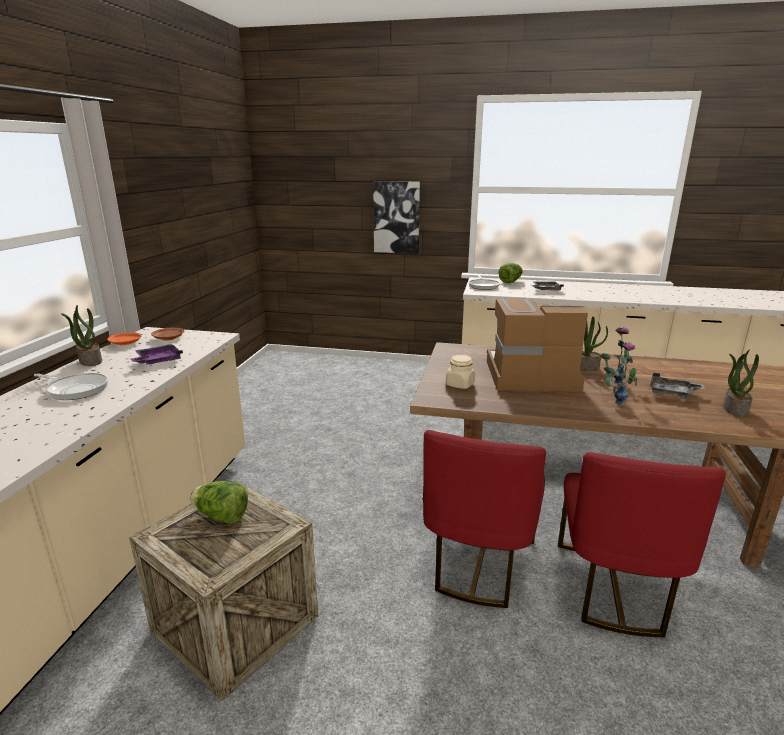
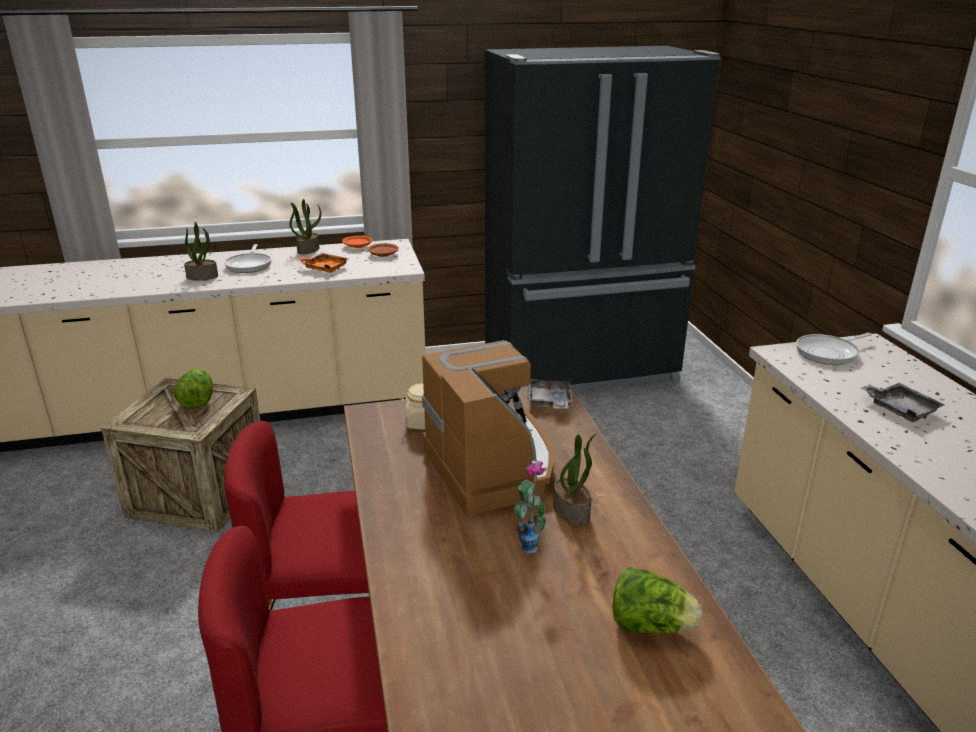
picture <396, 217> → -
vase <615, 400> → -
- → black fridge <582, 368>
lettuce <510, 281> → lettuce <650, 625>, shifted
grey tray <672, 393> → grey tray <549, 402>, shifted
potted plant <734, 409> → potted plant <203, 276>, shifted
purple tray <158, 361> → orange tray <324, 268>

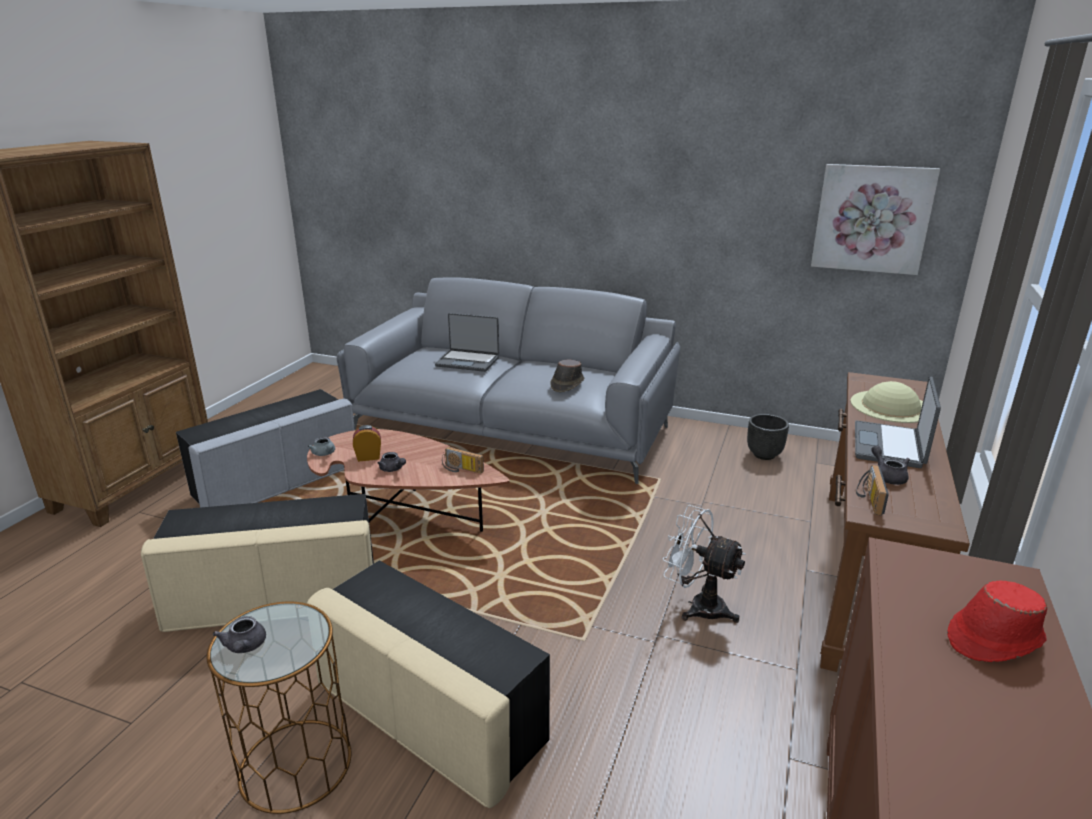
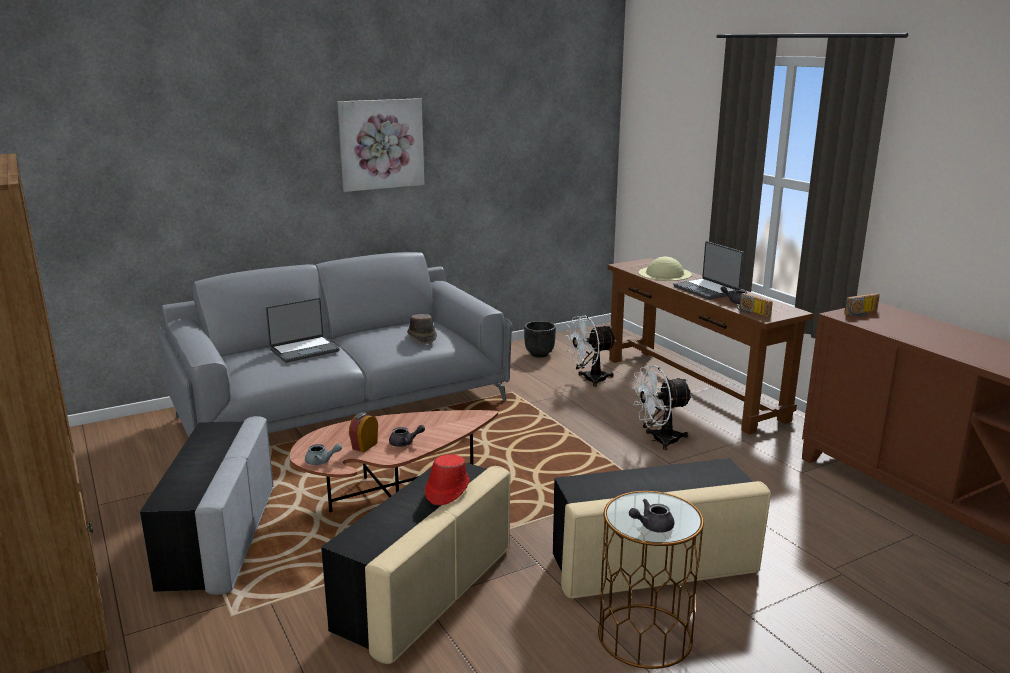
- → white fan <589, 380>
radio <461, 469> → radio <862, 314>, shifted
picture <872, 219> → picture <381, 144>, shifted
red hat <993, 638> → red hat <447, 490>, shifted
grey teapot <244, 647> → grey teapot <652, 526>, 135 degrees clockwise

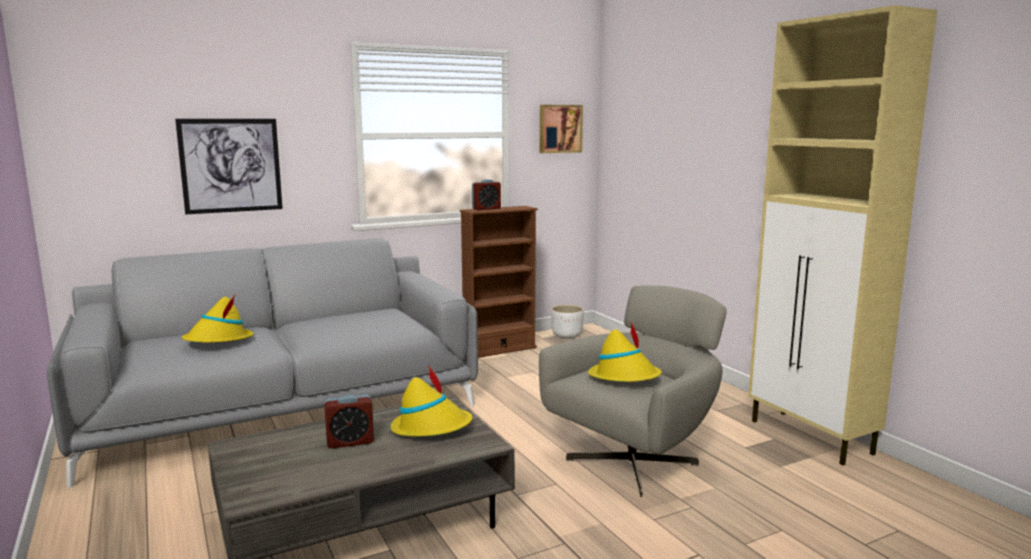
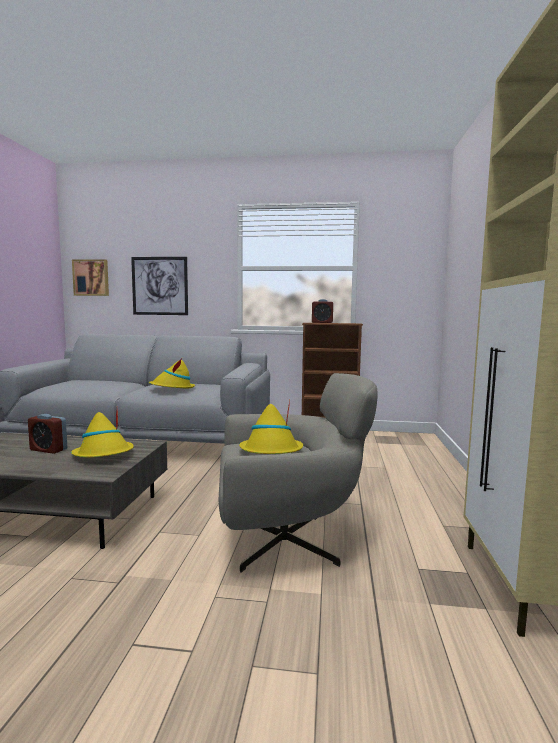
white planter <566, 336> → -
yellow hat <218, 341> → yellow hat <172, 388>, shifted
picture <559, 129> → picture <91, 277>, shifted

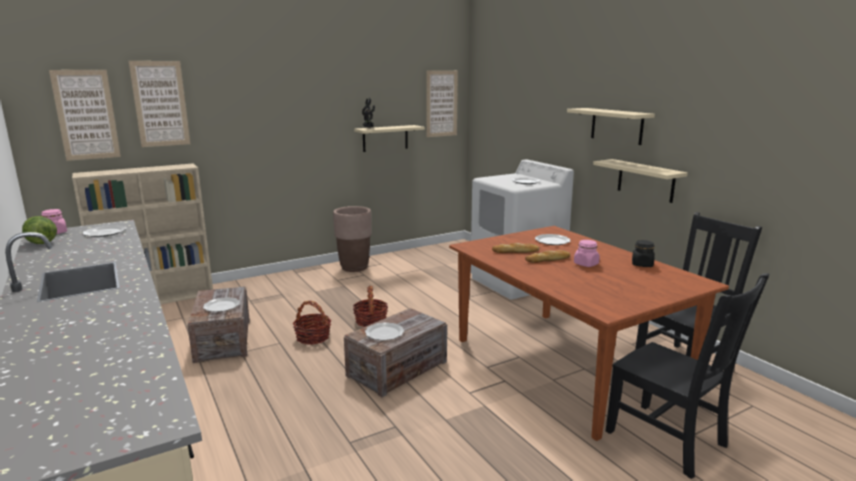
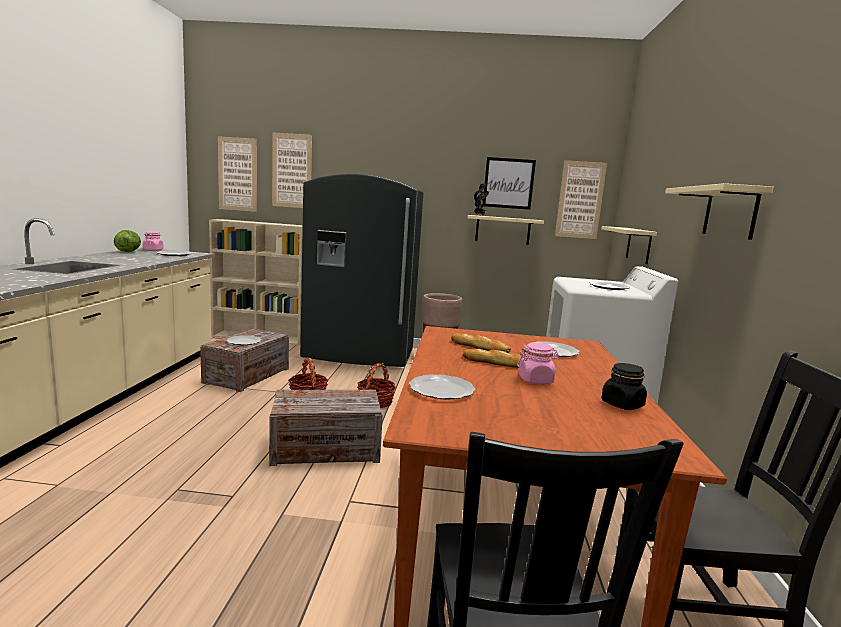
- → grey fridge <359, 354>
- → picture <508, 183>
plate <384, 333> → plate <440, 390>, shifted
beige shelf <645, 180> → beige shelf <638, 245>, shifted

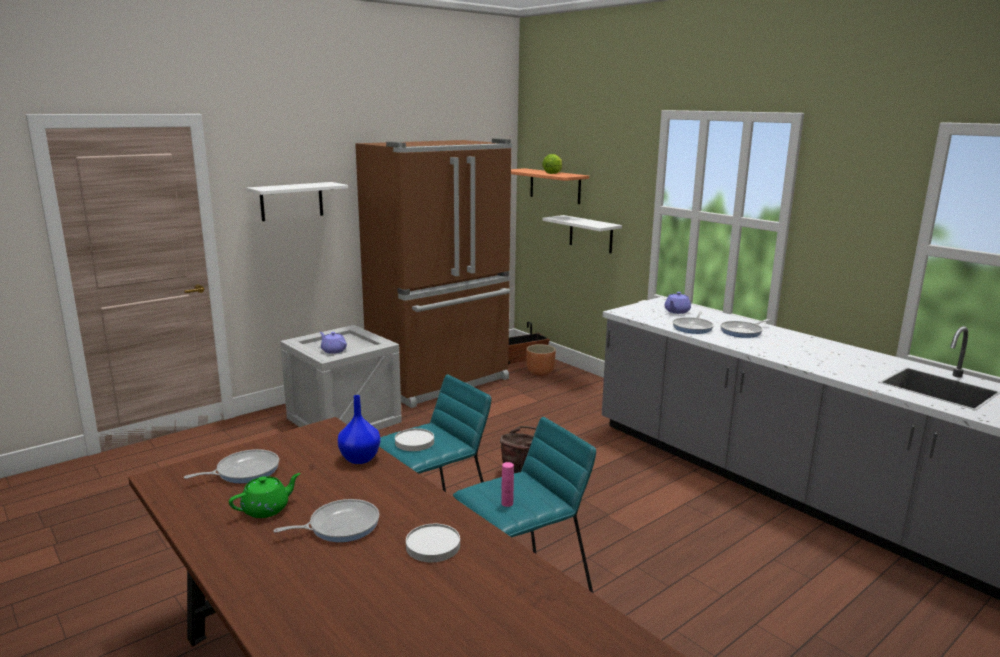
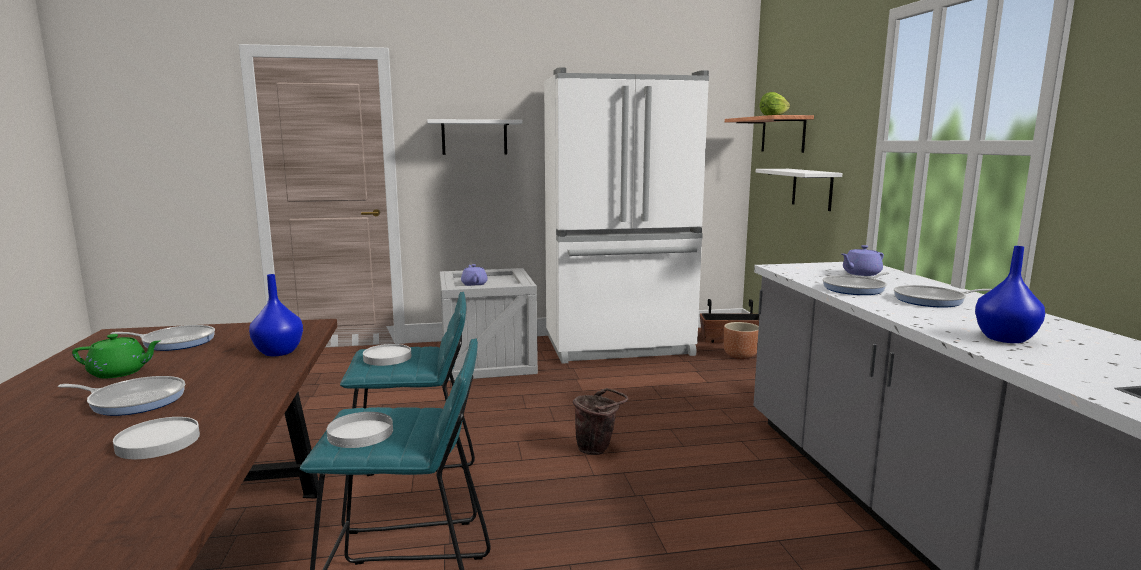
- → blue vase <1003, 339>
pink bottle <507, 503> → white plate <361, 433>
brown fridge <441, 382> → white fridge <620, 347>

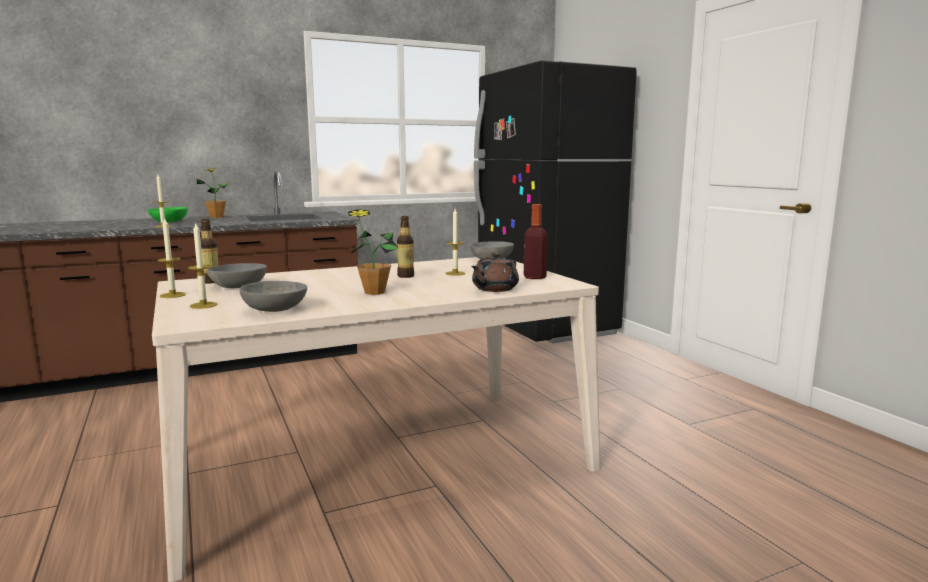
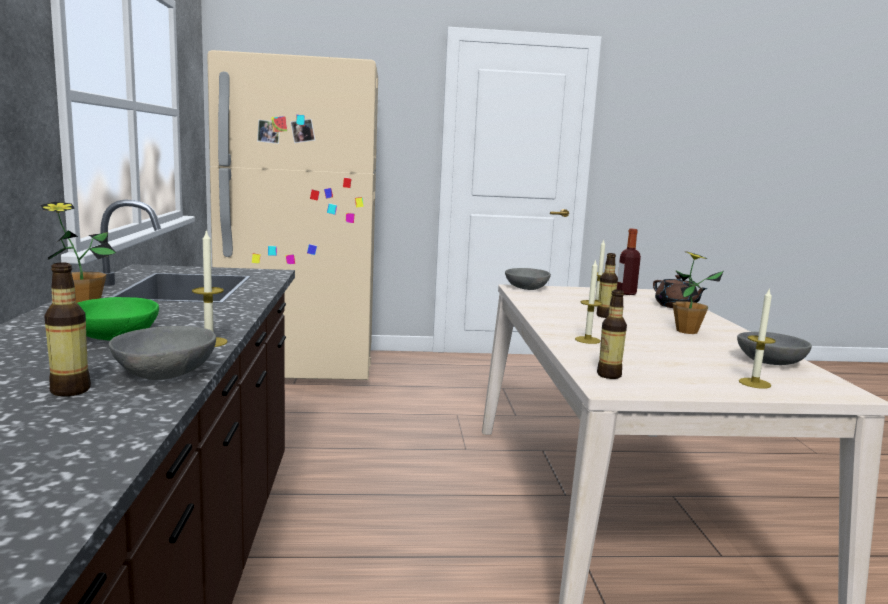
- → bottle <70, 390>
candle <172, 295> → candle <587, 340>, shifted
grey bowl <239, 287> → grey bowl <164, 373>, shifted
black fridge <545, 326> → beige fridge <300, 367>

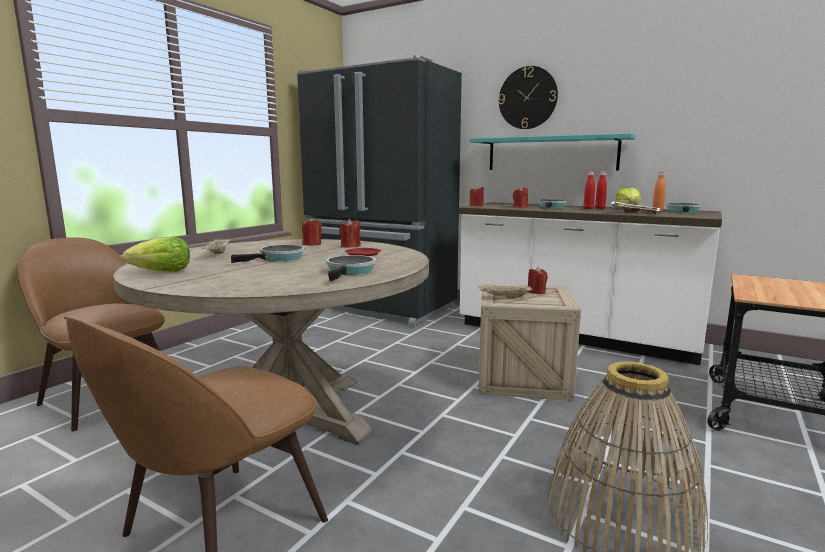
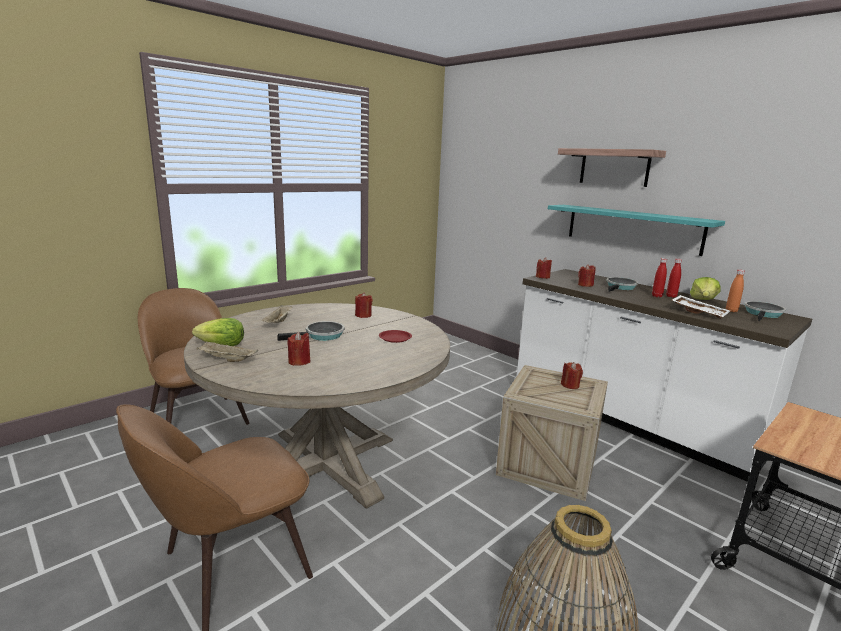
black fridge <381, 307> → -
frying pan <350, 271> → -
red candle <350, 246> → red candle <299, 362>, shifted
beige tray <504, 298> → beige tray <226, 359>, shifted
wall clock <527, 98> → shelf <614, 167>

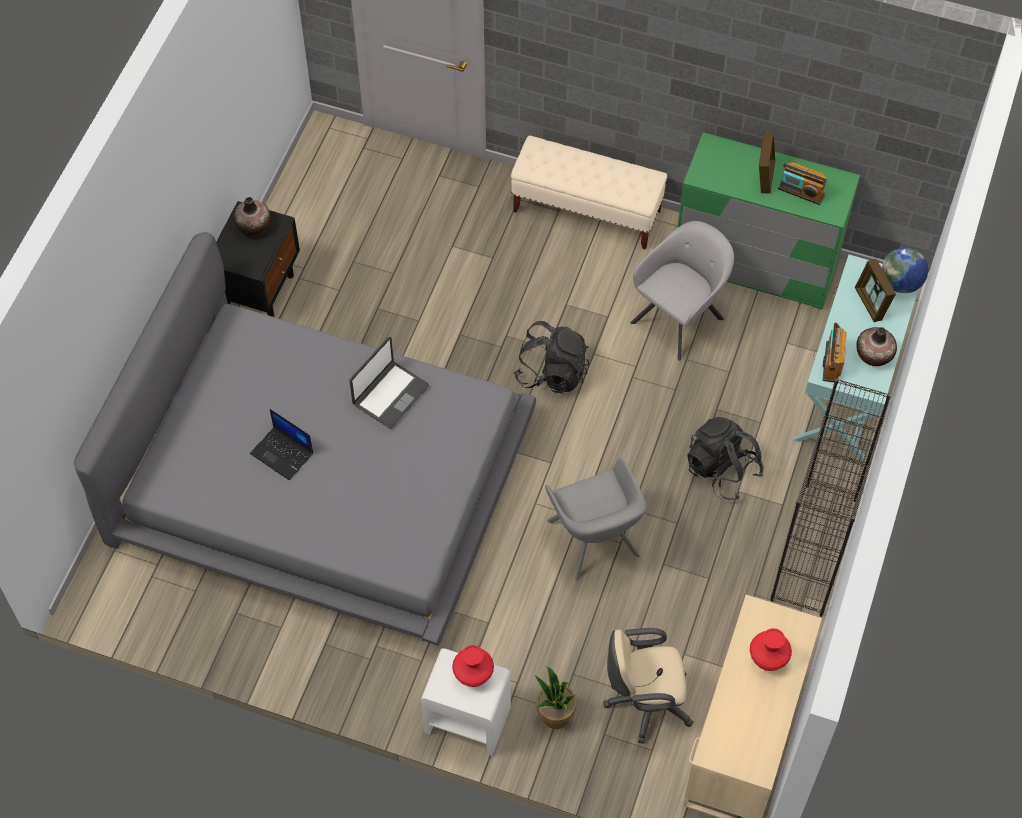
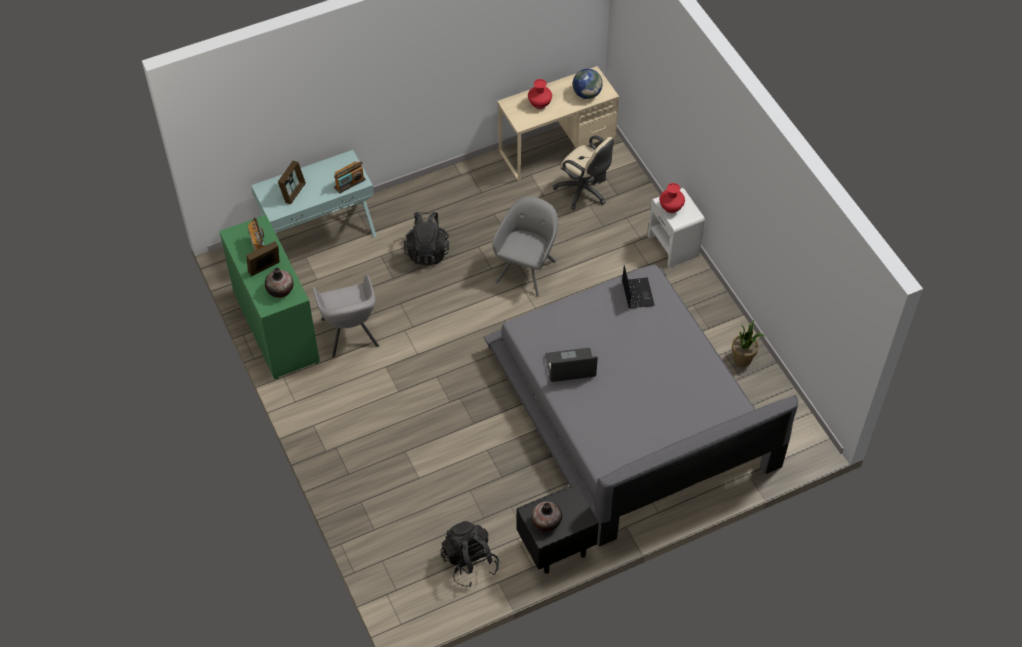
beige bench <587, 211> → -
black bookcase <814, 550> → -
laptop <283, 453> → laptop <637, 293>, shifted
black backpack <552, 372> → black backpack <469, 562>, shifted
potted plant <555, 716> → potted plant <742, 359>, shifted
vase <873, 355> → vase <280, 290>, shifted
globe <900, 283> → globe <587, 94>, shifted
grey armchair <680, 317> → grey armchair <350, 335>, 105 degrees counterclockwise

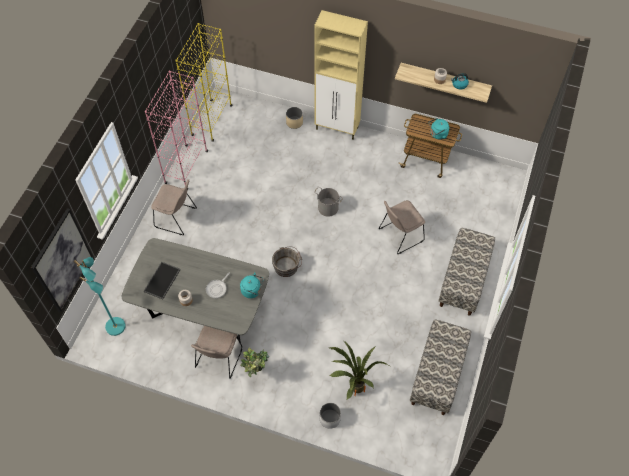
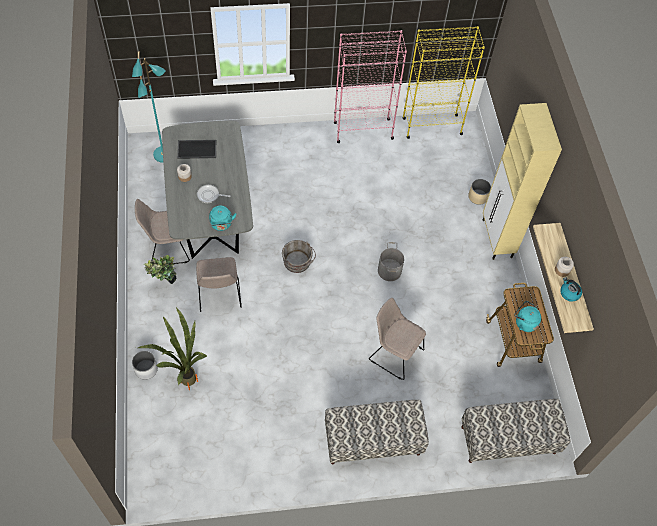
picture <62, 261> → -
beige chair <177, 218> → beige chair <219, 295>, shifted
bench <437, 375> → bench <508, 440>, shifted

